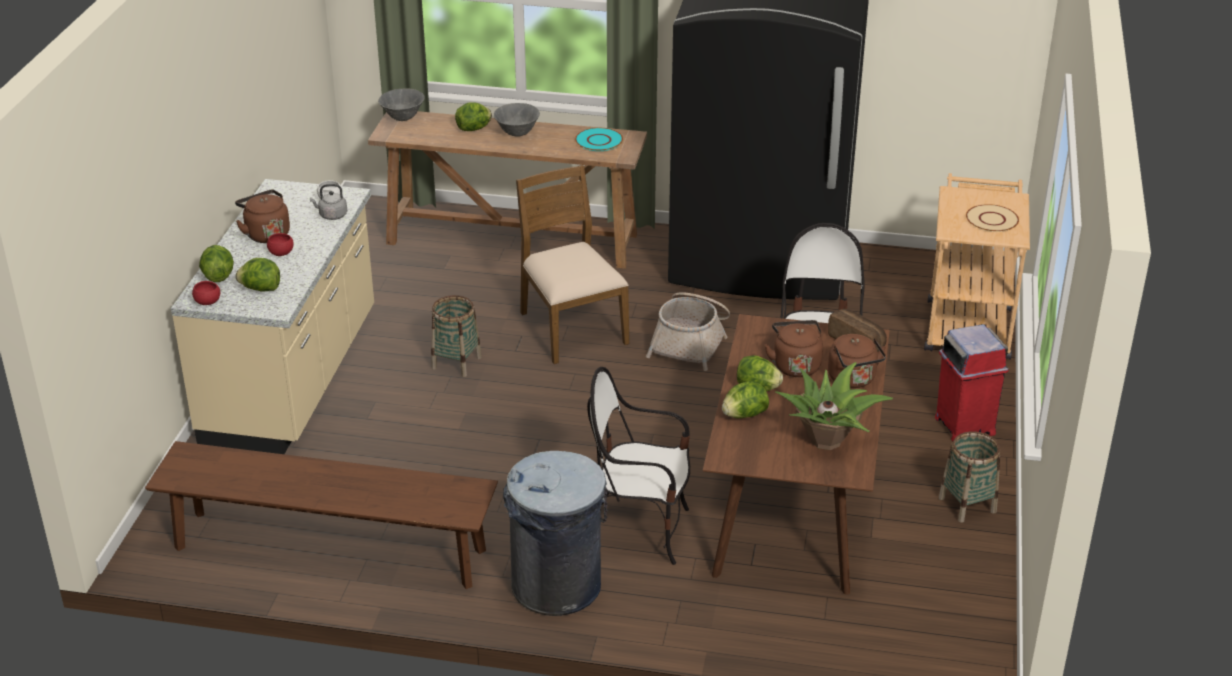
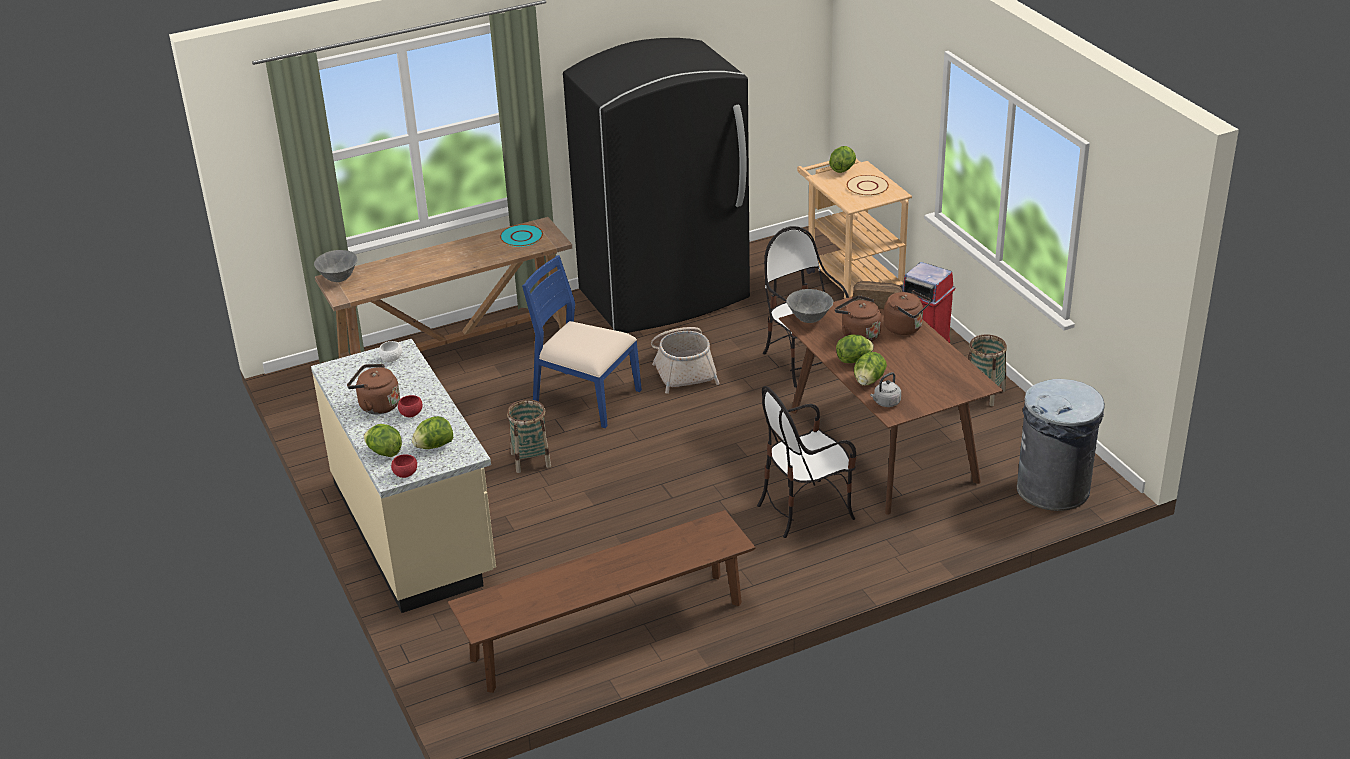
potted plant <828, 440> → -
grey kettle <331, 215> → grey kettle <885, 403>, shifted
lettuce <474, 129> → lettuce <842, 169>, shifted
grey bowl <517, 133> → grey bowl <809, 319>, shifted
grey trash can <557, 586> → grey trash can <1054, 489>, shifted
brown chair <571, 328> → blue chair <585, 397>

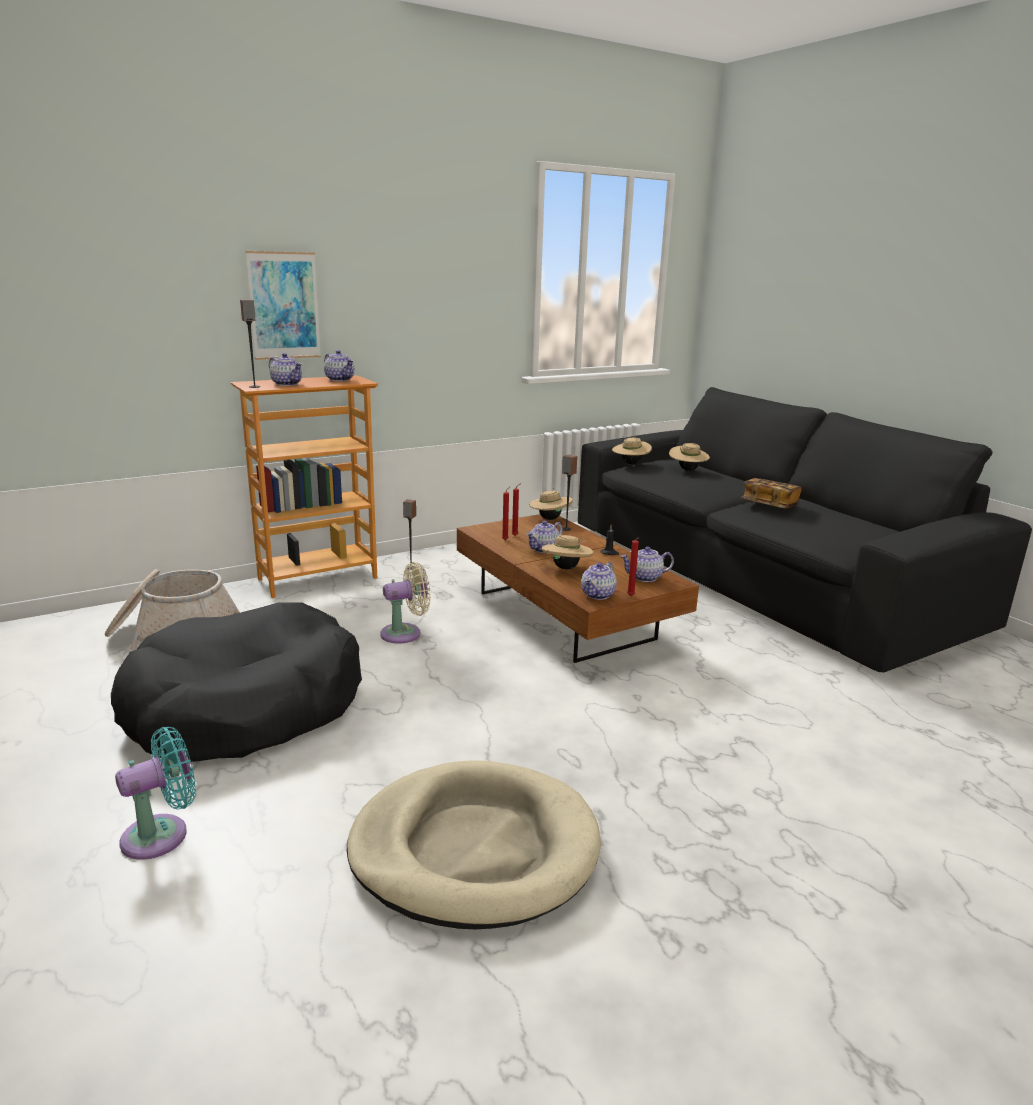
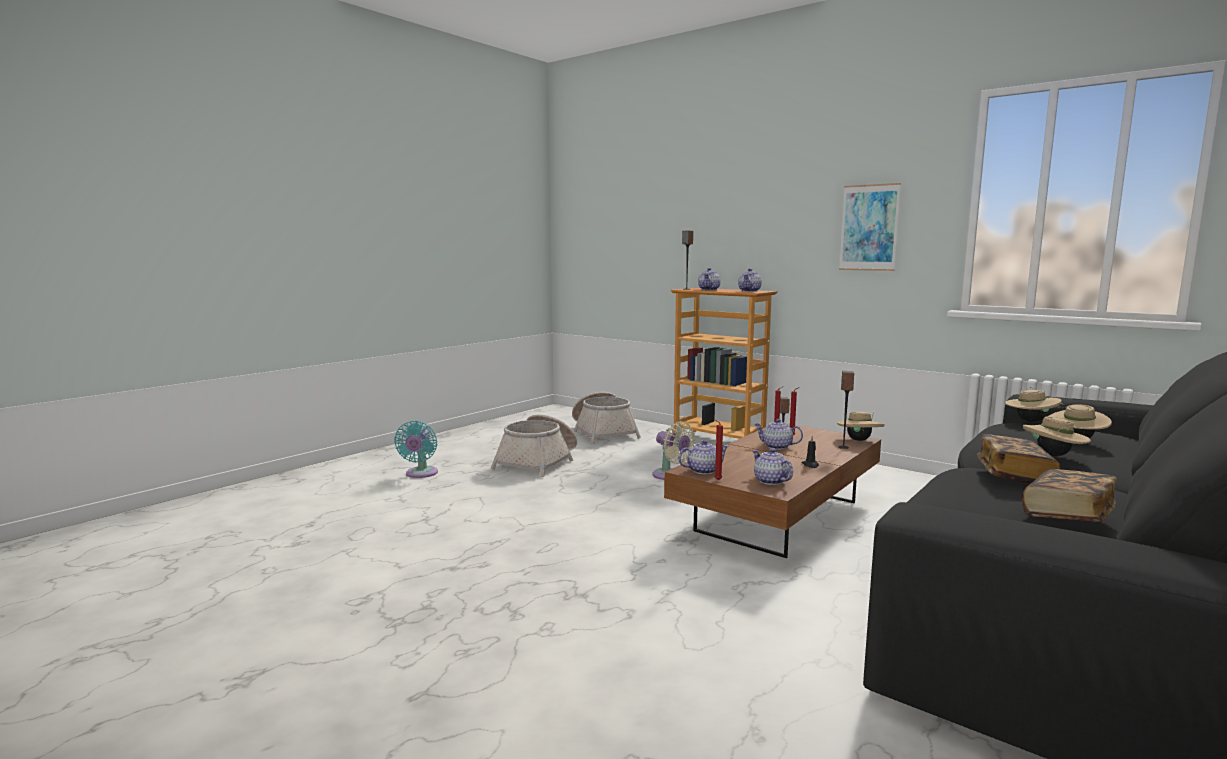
beige dog bed <474, 849> → -
- → book <1067, 515>
picture <284, 306> → picture <869, 227>, shifted
beige hat <566, 568> → beige hat <1053, 455>, shifted
black dog bed <245, 707> → basket <539, 462>
turquoise fan <162, 834> → turquoise fan <420, 474>, 60 degrees clockwise
teapot <598, 595> → teapot <703, 470>, 150 degrees clockwise

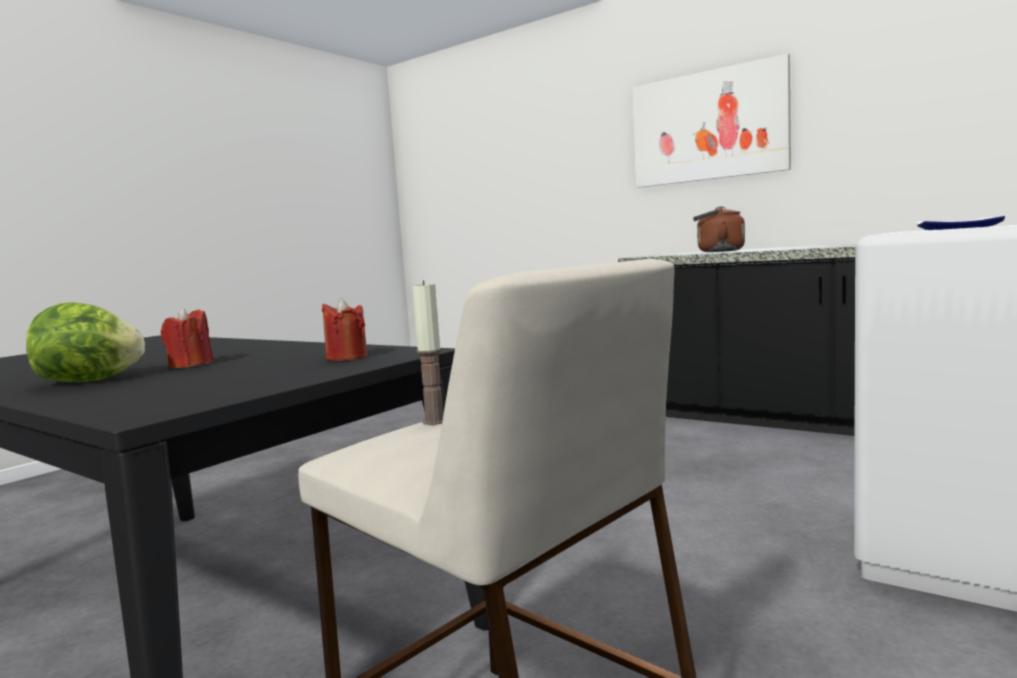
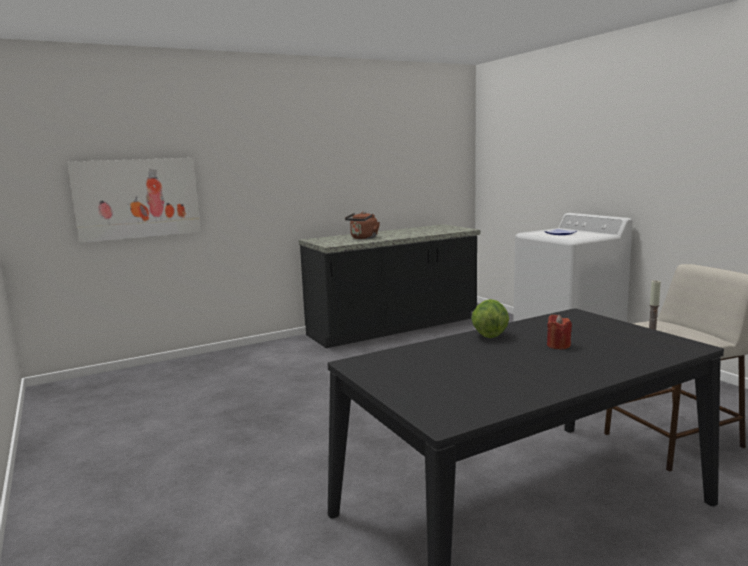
red candle <347, 357> → -
lettuce <89, 381> → lettuce <489, 335>, shifted
picture <708, 126> → picture <137, 198>, shifted

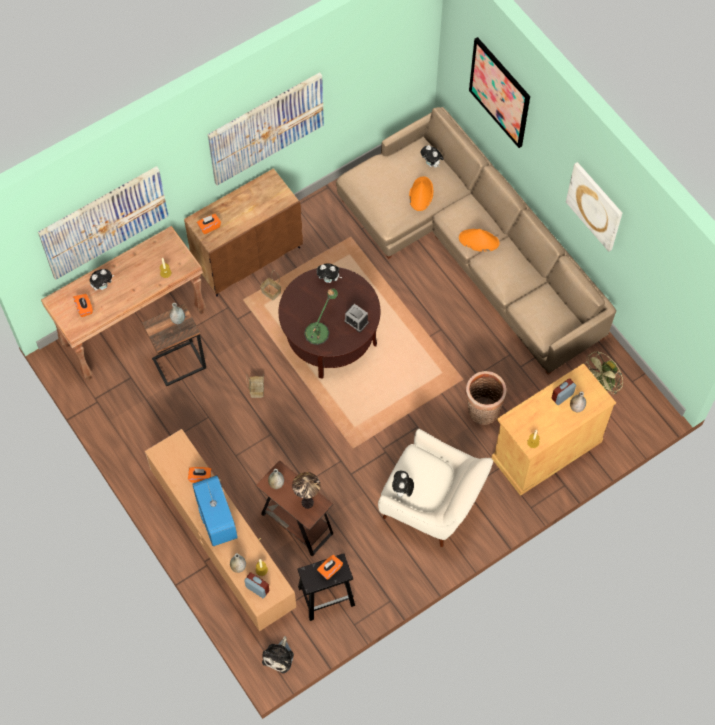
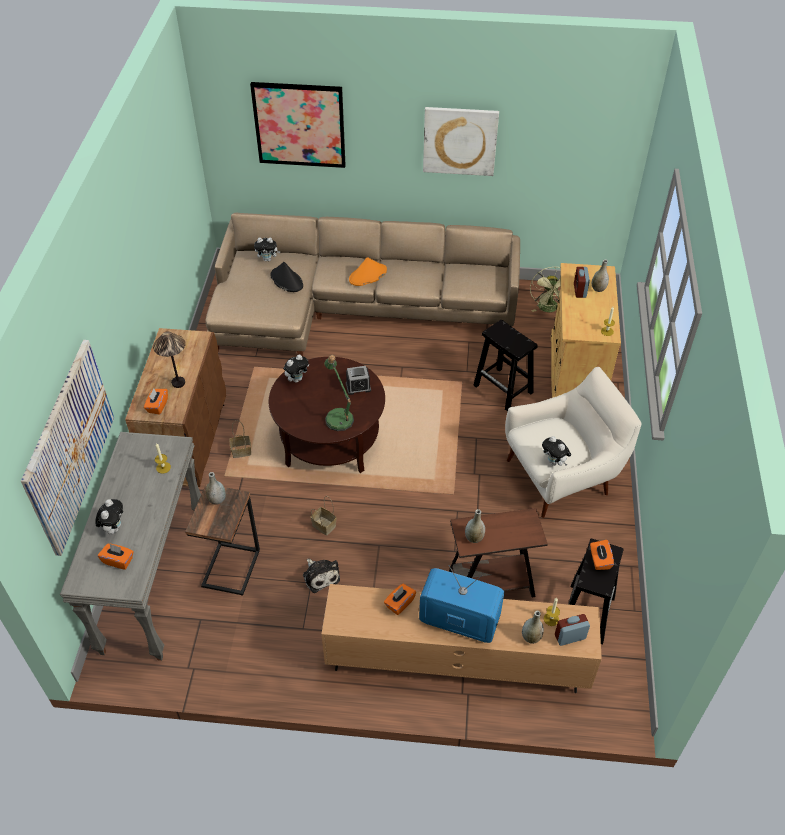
picture <266, 128> → -
plush toy <279, 656> → plush toy <320, 576>, shifted
table lamp <307, 502> → table lamp <178, 383>, shifted
basket <482, 412> → black stool <504, 389>
brown console table <134, 328> → grey console table <153, 579>
orange hat <421, 194> → black hat <286, 280>

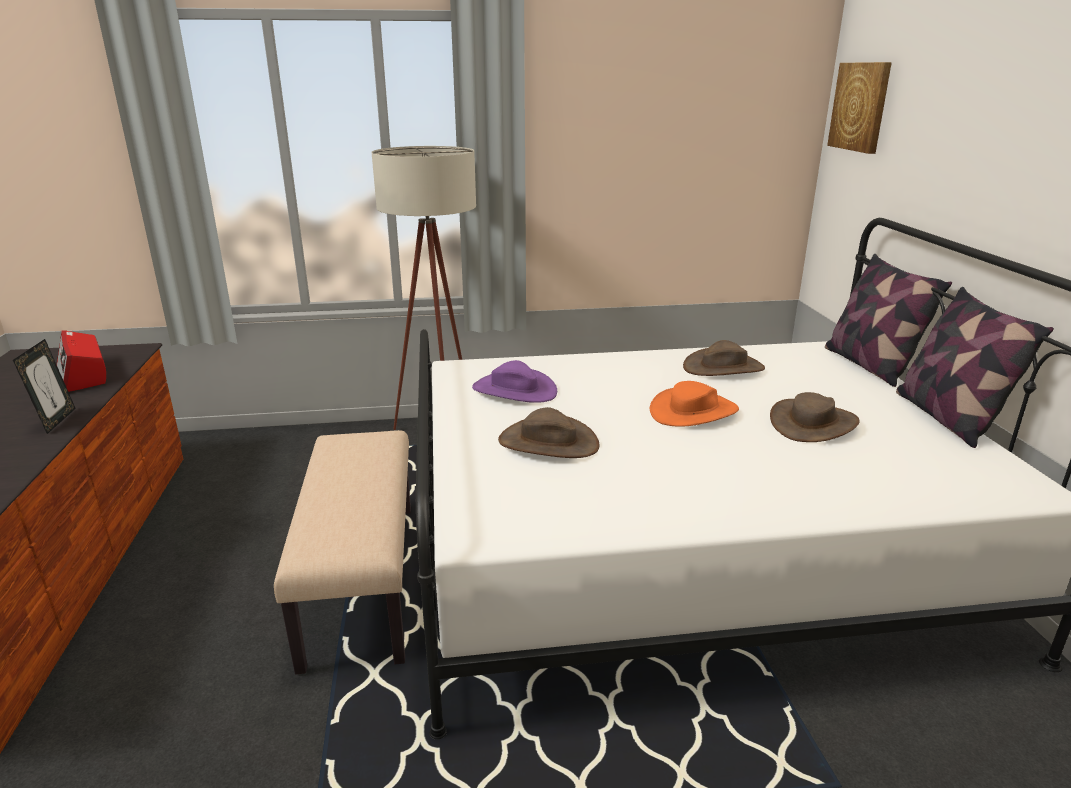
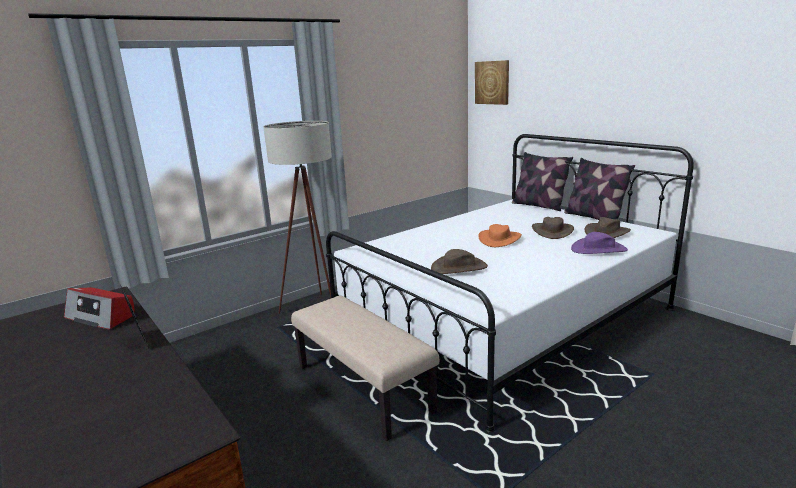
purple hat <514, 390> → purple hat <599, 249>, shifted
brown hat <723, 367> → brown hat <606, 233>, shifted

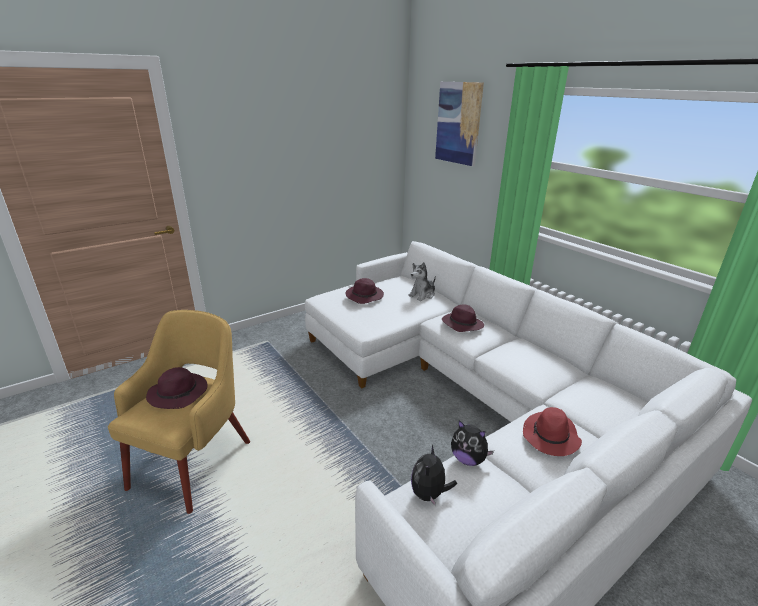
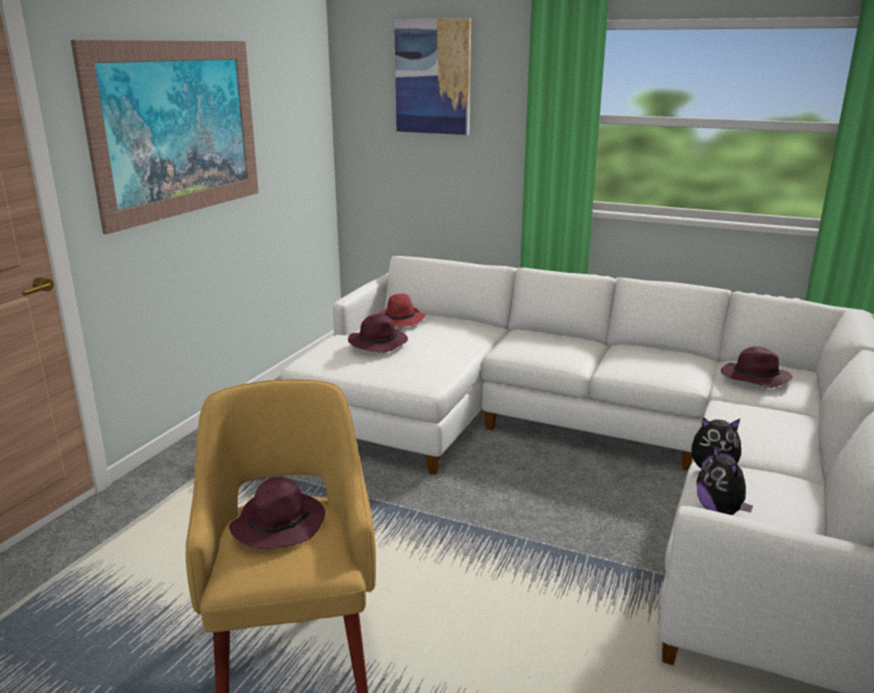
plush toy <422, 295> → -
- → picture <178, 129>
purple hat <461, 324> → purple hat <754, 378>, shifted
red hat <550, 437> → red hat <401, 320>, shifted

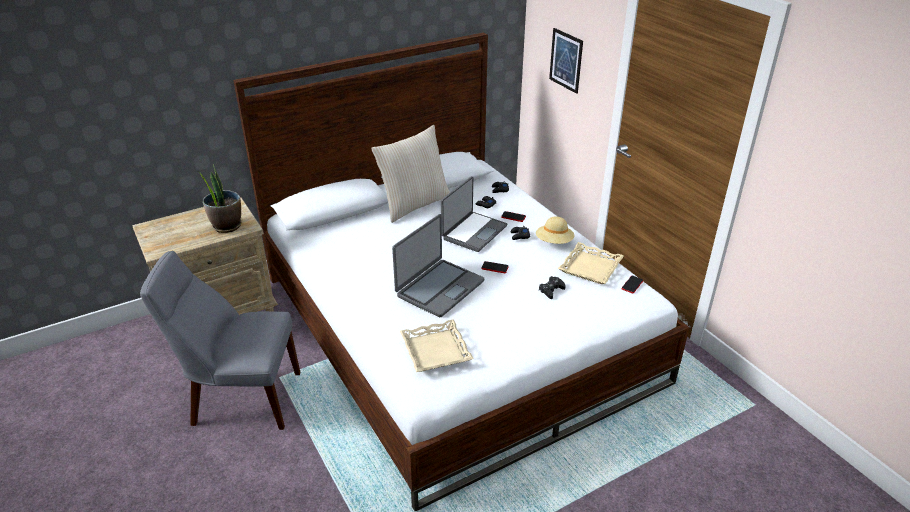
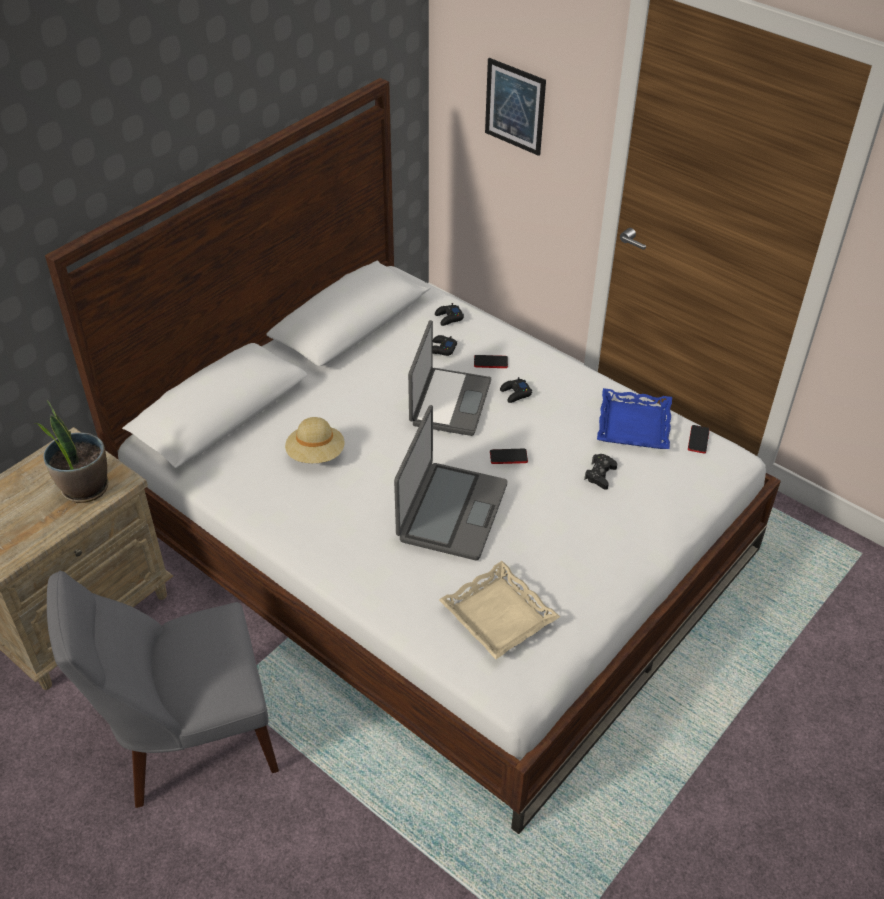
beige pillow <414, 204> → -
beige hat <554, 242> → beige hat <316, 454>, shifted
beige tray <590, 267> → blue tray <633, 425>

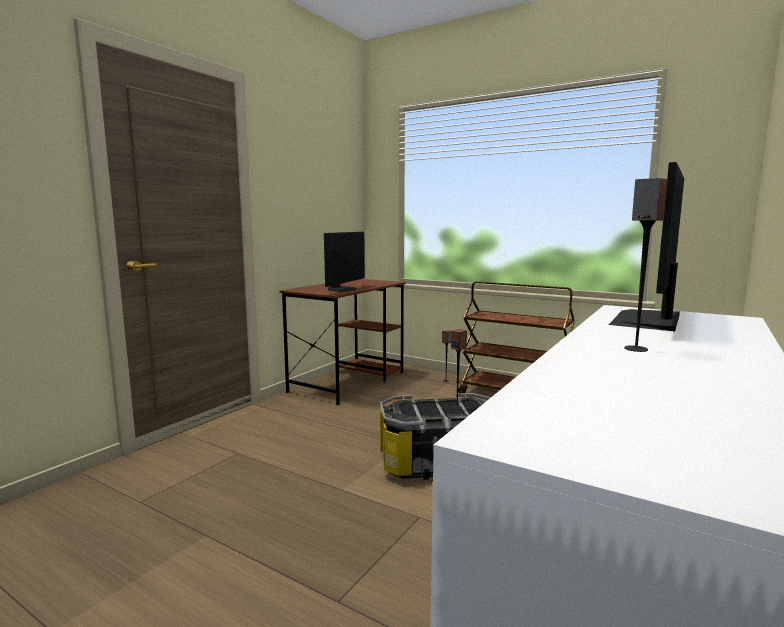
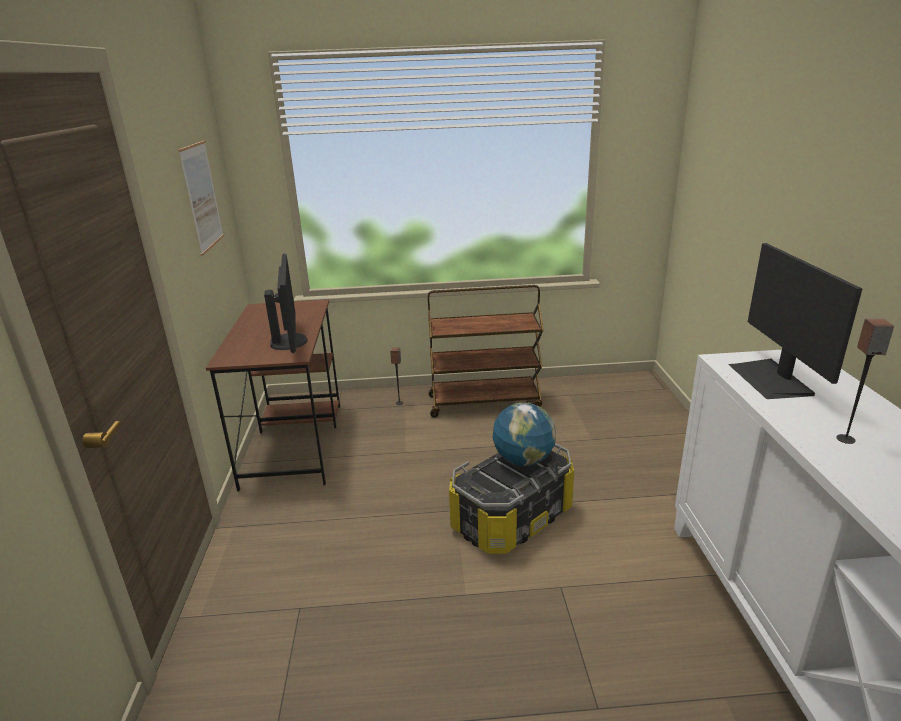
- → picture <202, 196>
speaker <457, 407> → globe <523, 460>

